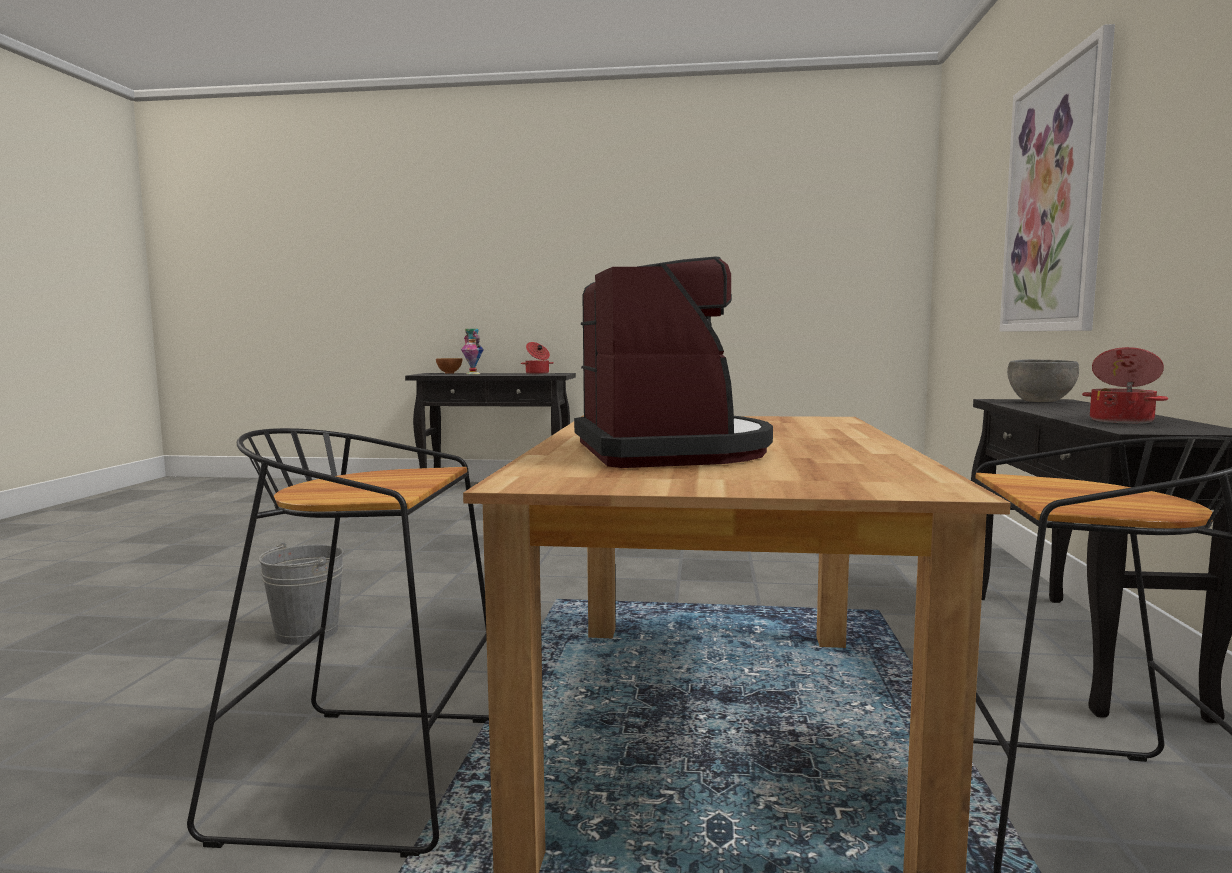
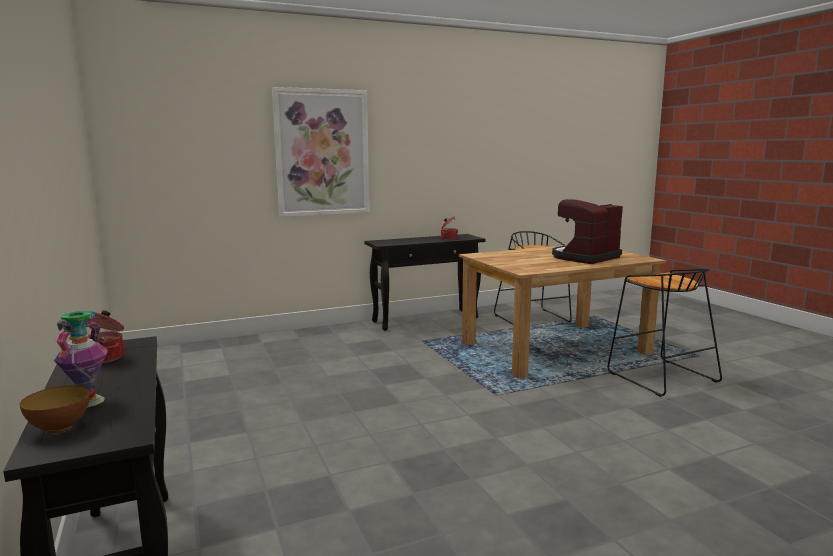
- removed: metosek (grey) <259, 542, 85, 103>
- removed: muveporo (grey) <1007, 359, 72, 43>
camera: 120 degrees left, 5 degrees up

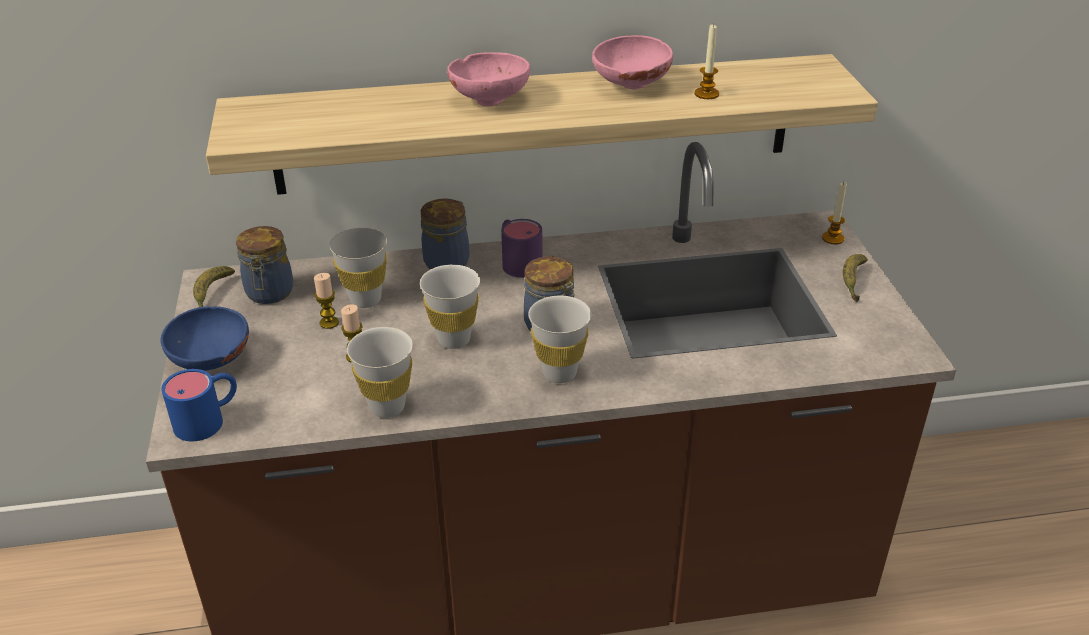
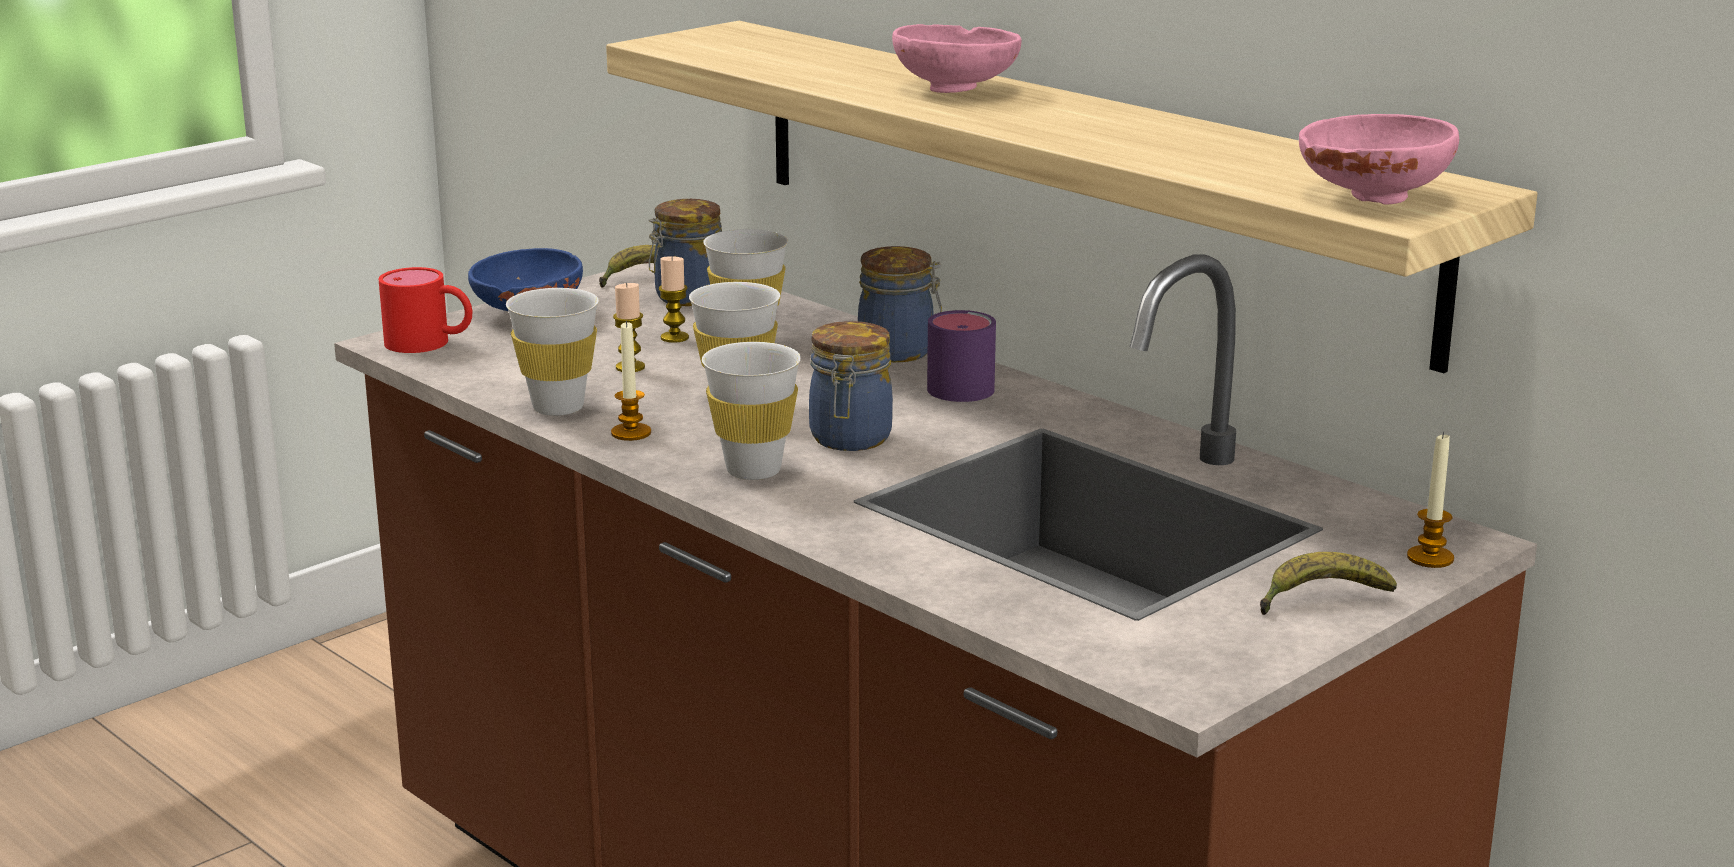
- recoloured: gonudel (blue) <161, 369, 76, 72> to gonudel (red) <379, 267, 93, 86>
- moved: muveporo (pink) <592, 35, 81, 55> to <1299, 114, 160, 91>
- moved: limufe <695, 23, 24, 76> to <611, 320, 40, 121>
camera: 55 degrees right, 15 degrees down

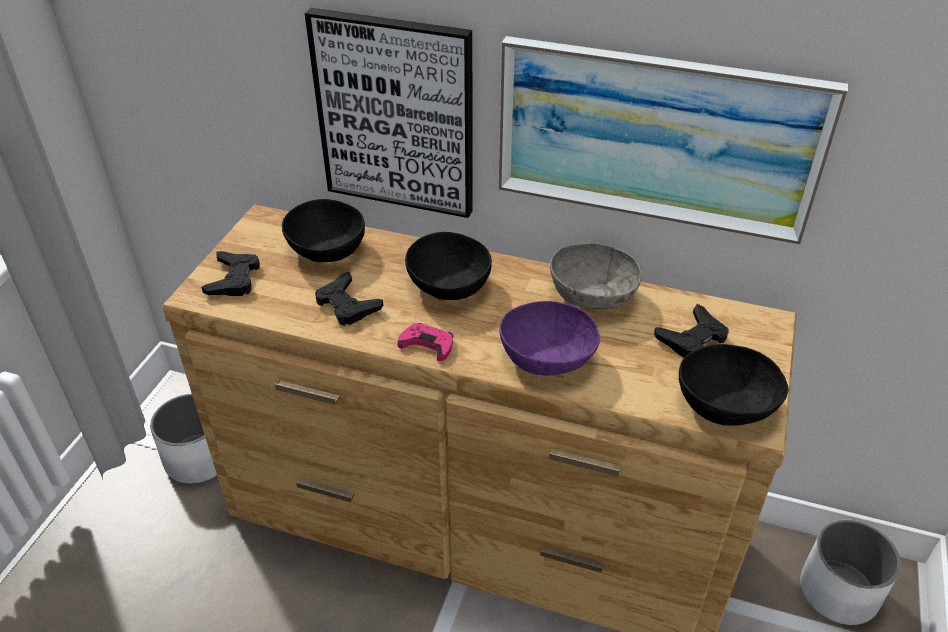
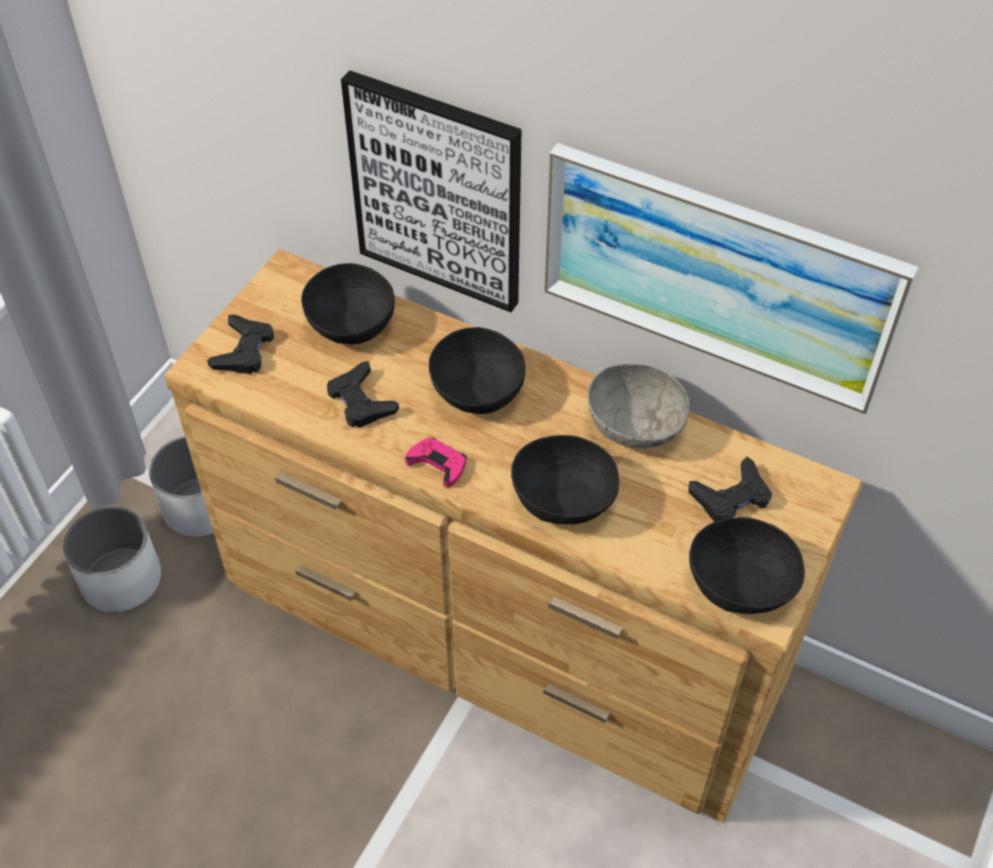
- recoloured: muveporo (purple) <499, 301, 101, 74> to muveporo (black) <511, 435, 108, 89>
- moved: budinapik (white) <800, 519, 101, 106> to <63, 506, 98, 107>
camera: 10 degrees right, 10 degrees up

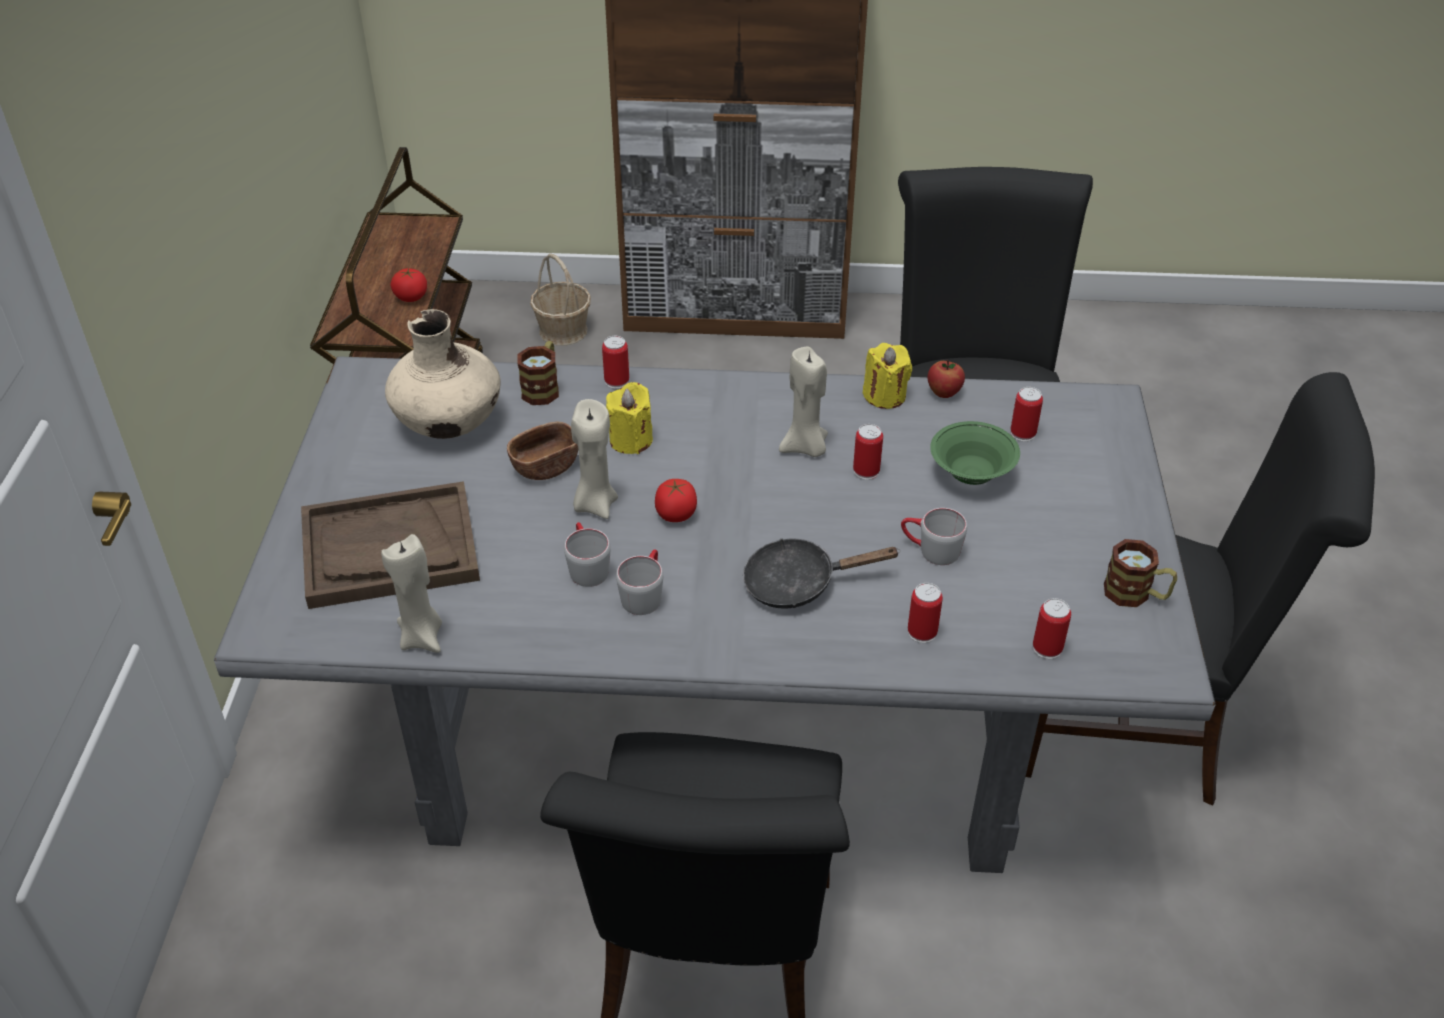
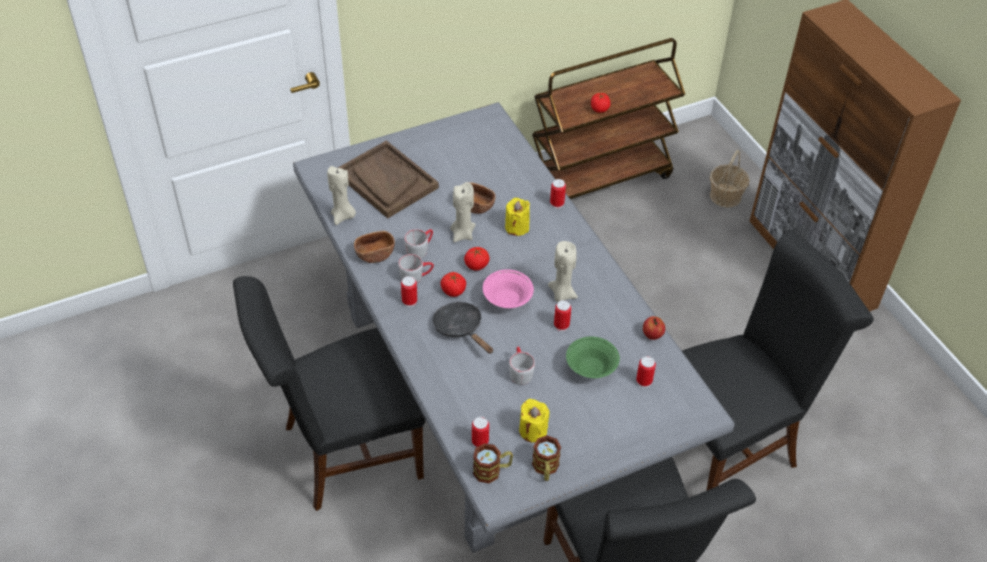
- removed: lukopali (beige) <385, 309, 116, 130>
- moved: gonudel <517, 341, 42, 64> to <473, 443, 40, 40>
- moved: limufe (yellow) <862, 343, 50, 66> to <519, 399, 30, 43>
- moved: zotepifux <908, 583, 35, 60> to <401, 276, 16, 31>
- added: muveporo (brown) <354, 231, 41, 32>
- added: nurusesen <441, 272, 25, 25>
- added: muveporo (pink) <483, 269, 51, 39>
camera: 60 degrees right, 5 degrees up

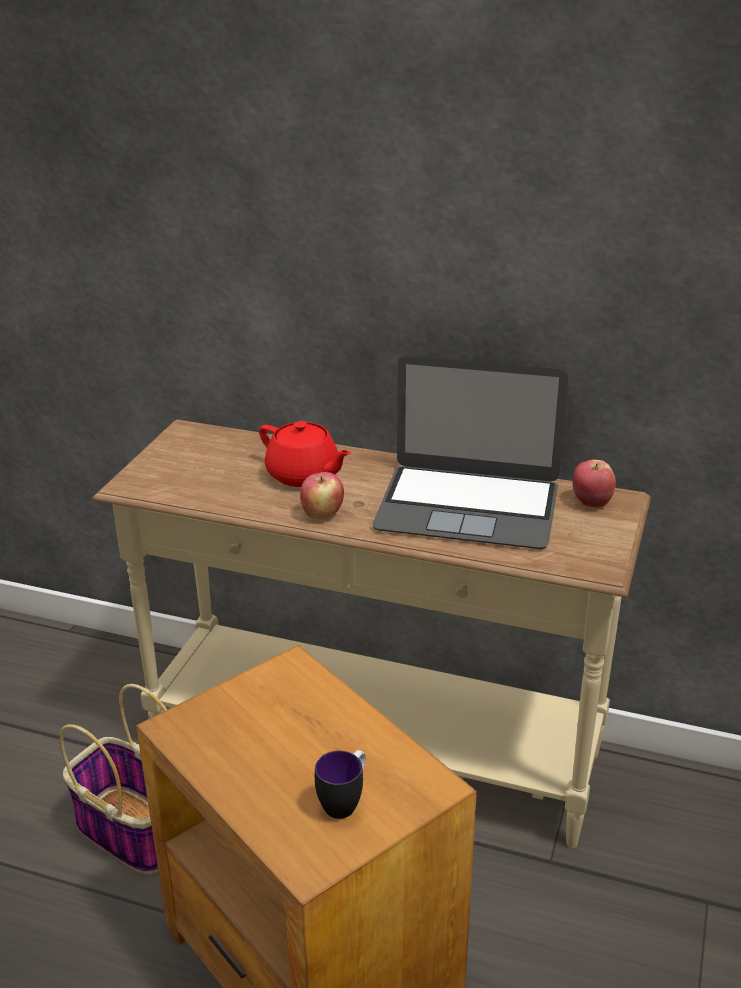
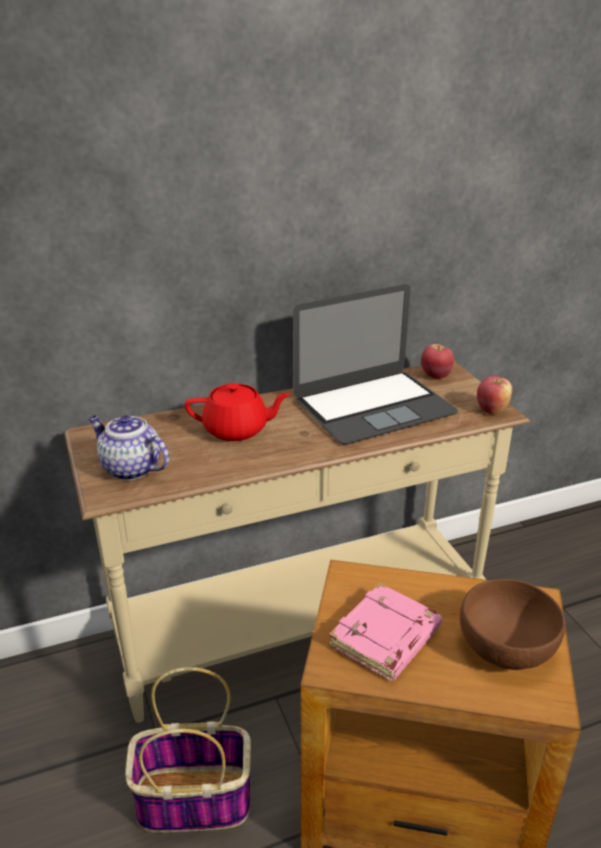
- moved: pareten <300, 472, 44, 47> to <477, 376, 35, 39>
- replaced: gonudel <315, 750, 51, 69> to muveporo (brown) <460, 579, 106, 91>
- added: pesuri <88, 415, 81, 66>
- added: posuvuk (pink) <329, 583, 113, 98>
camera: 40 degrees left, 0 degrees up

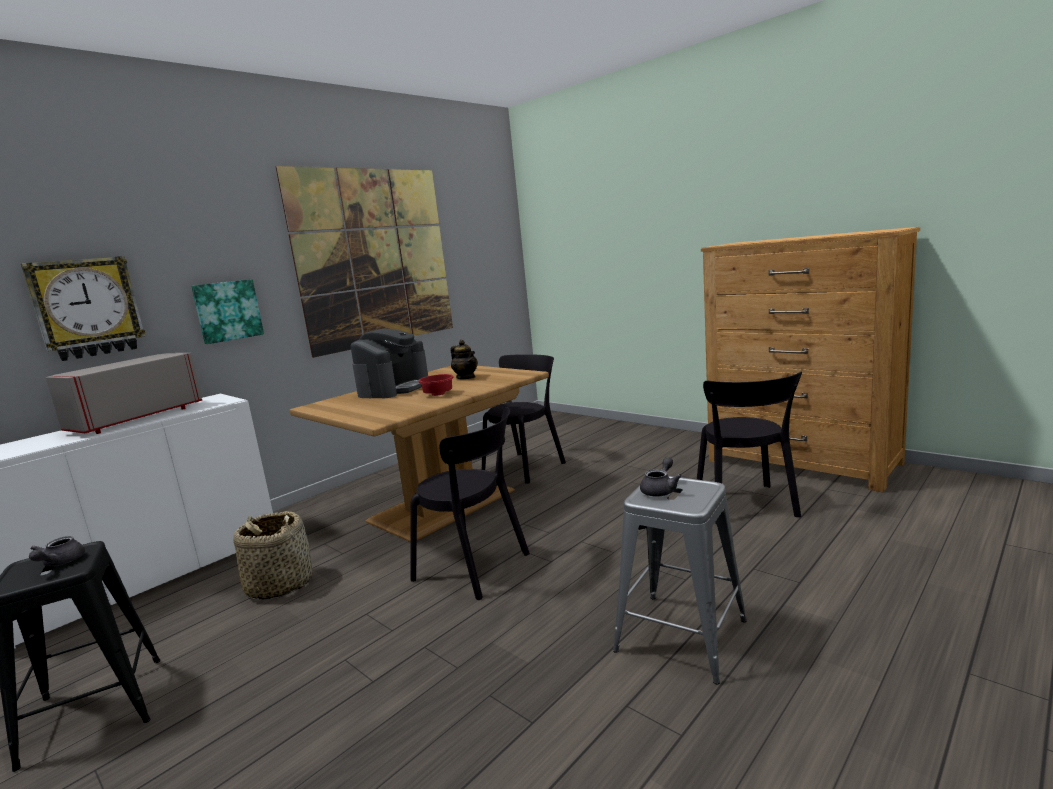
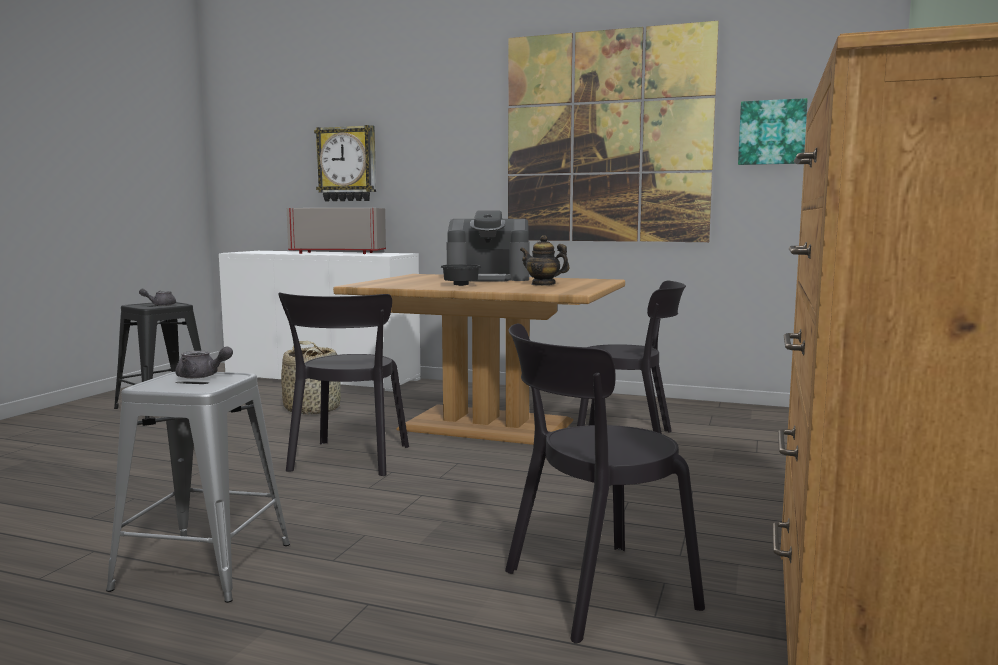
- moved: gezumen <191, 279, 73, 65> to <738, 98, 70, 67>
- recoloured: muveporo (red) <419, 374, 35, 22> to muveporo (black) <441, 264, 40, 22>
- turned: pesuri <450, 340, 28, 39> = <520, 235, 50, 51> 90 degrees clockwise
camera: 65 degrees right, 5 degrees down

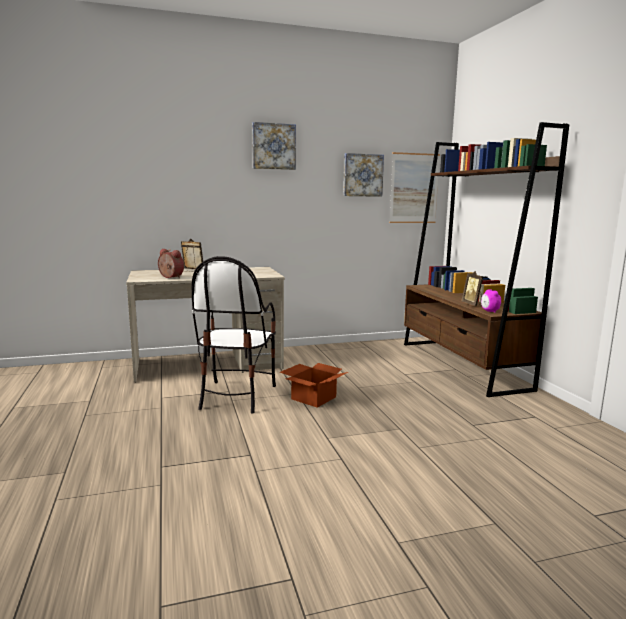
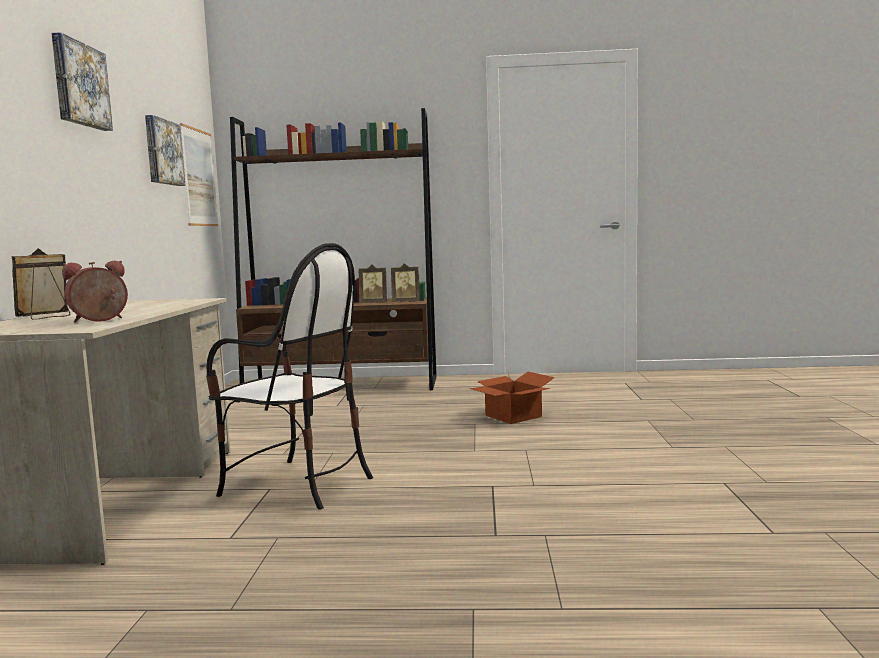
- moved: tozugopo <280, 363, 68, 45> to <469, 372, 86, 52>
- replaced: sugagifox <481, 289, 20, 23> to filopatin <391, 263, 29, 39>
camera: 70 degrees left, 5 degrees down

